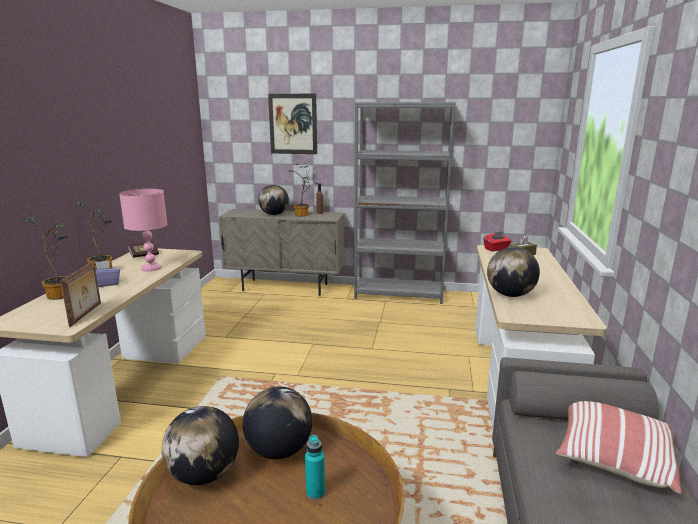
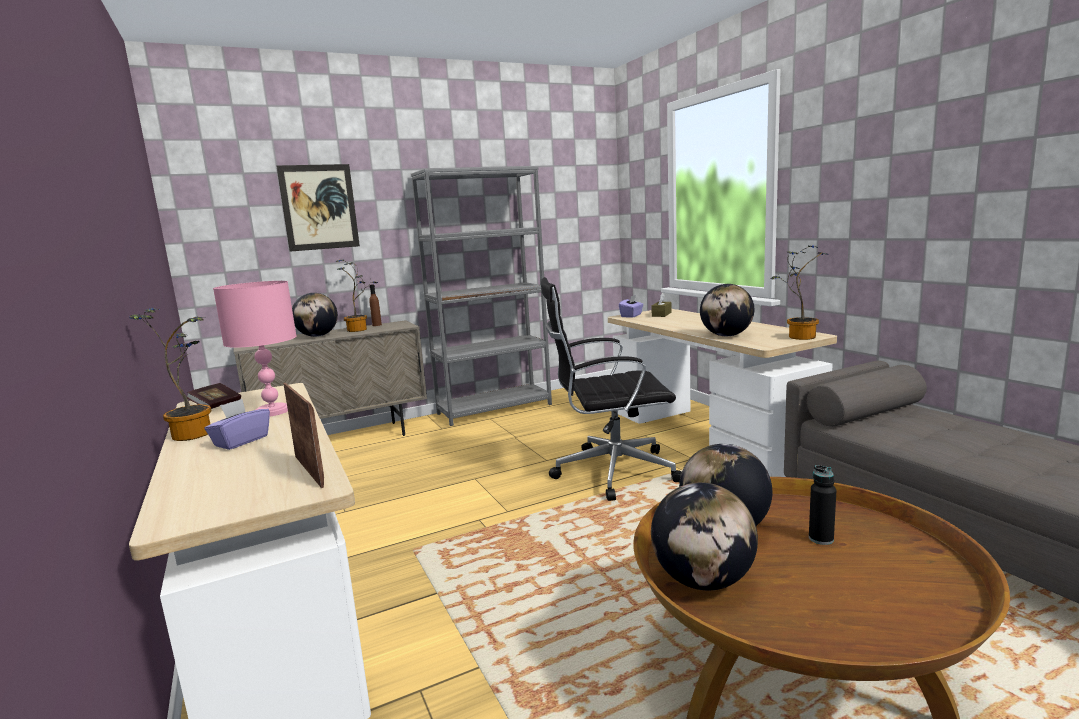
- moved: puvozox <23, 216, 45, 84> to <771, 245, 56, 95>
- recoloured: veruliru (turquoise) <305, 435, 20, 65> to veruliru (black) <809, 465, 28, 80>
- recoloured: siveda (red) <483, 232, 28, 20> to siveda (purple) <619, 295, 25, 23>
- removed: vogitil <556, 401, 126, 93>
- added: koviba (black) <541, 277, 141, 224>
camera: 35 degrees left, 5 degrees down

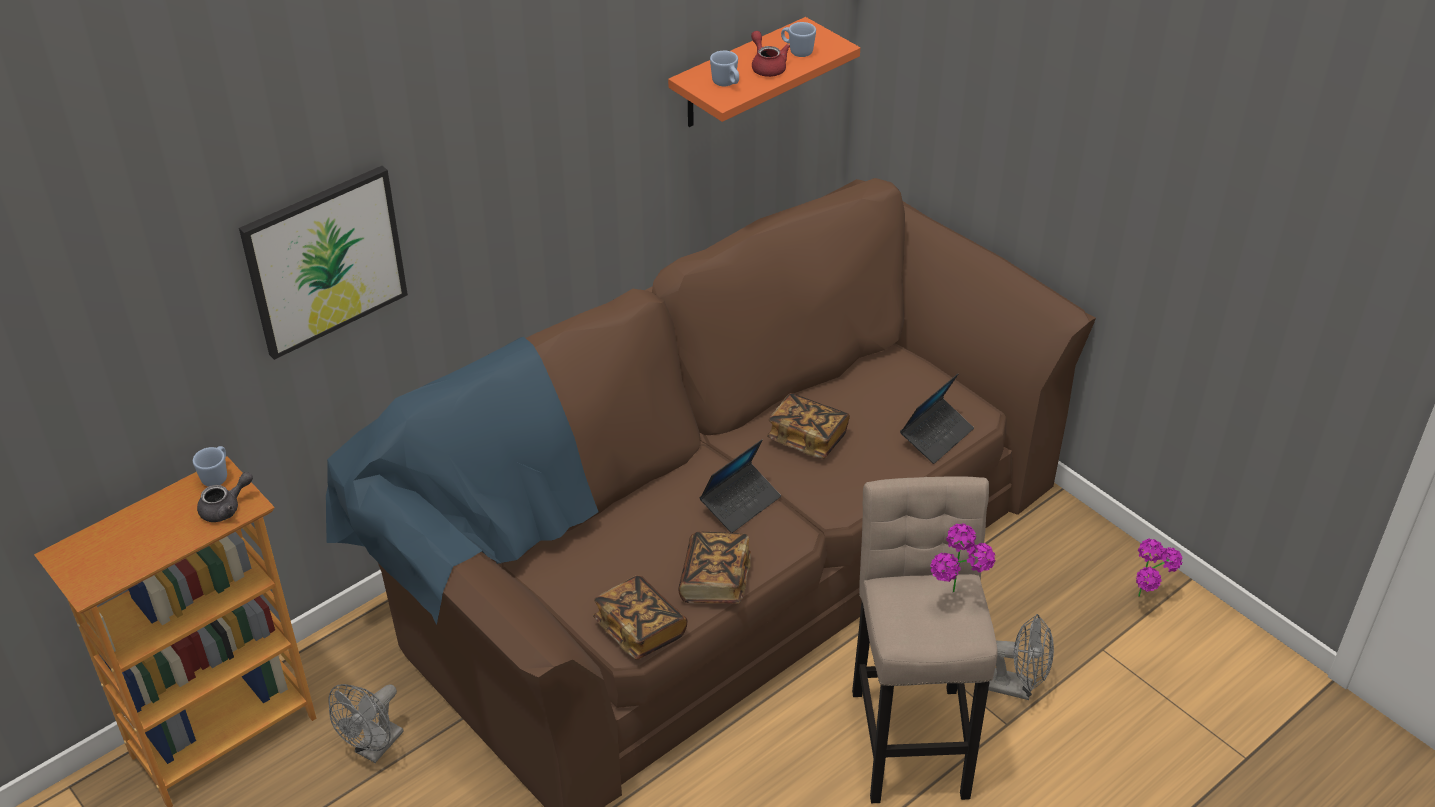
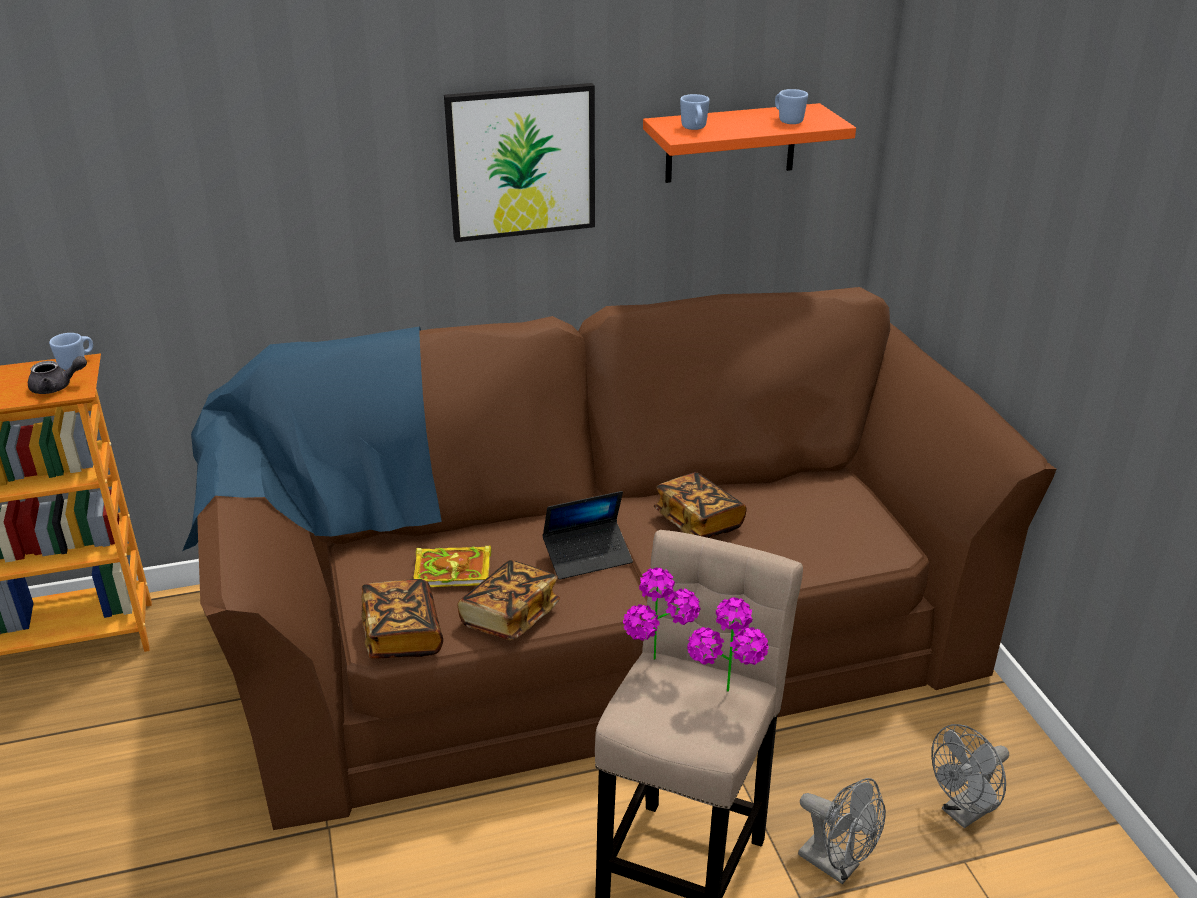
- moved: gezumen <239, 166, 169, 194> to <444, 83, 151, 159>
- moved: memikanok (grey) <328, 684, 75, 79> to <931, 724, 78, 104>
- removed: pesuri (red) <751, 31, 39, 46>
- removed: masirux <900, 374, 74, 90>
- moved: puvozox <1136, 538, 46, 59> to <623, 568, 78, 92>
- added: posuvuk <414, 546, 77, 41>
camera: 25 degrees right, 10 degrees down

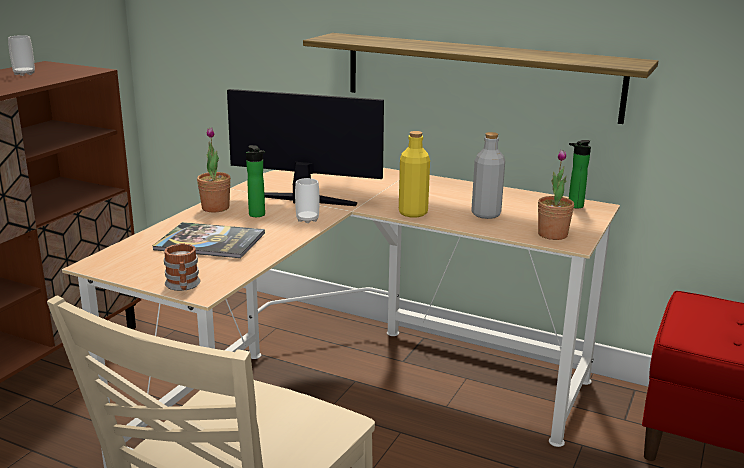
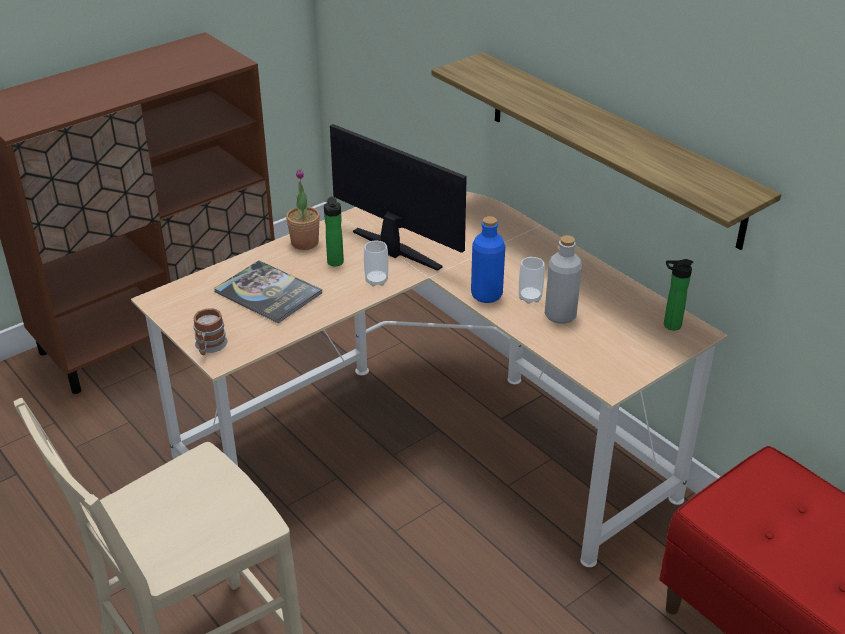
- moved: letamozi <8, 35, 27, 41> to <519, 257, 26, 47>
- recoloured: veruliru (yellow) <399, 131, 31, 86> to veruliru (blue) <471, 216, 34, 87>
- removed: puvozox <538, 150, 36, 90>
camera: 25 degrees right, 15 degrees up

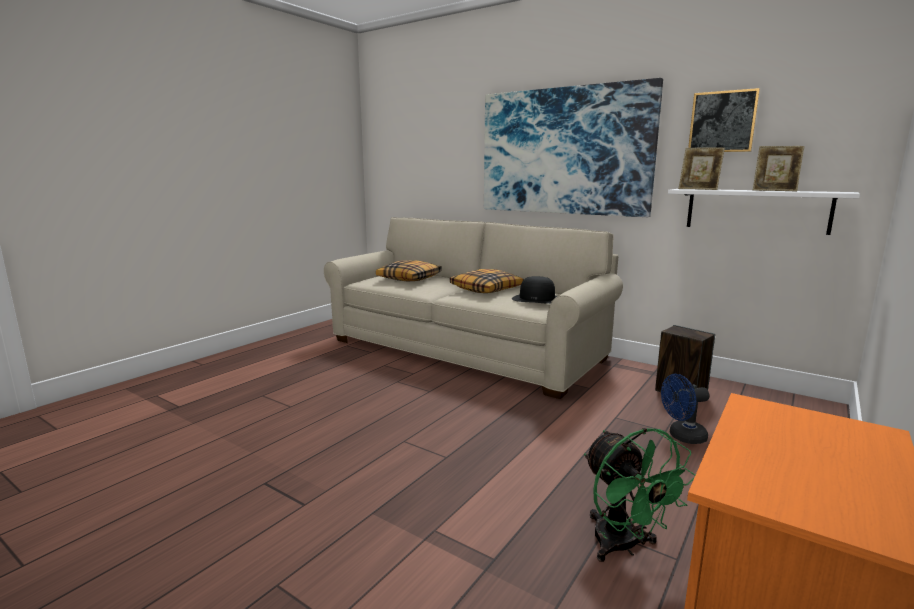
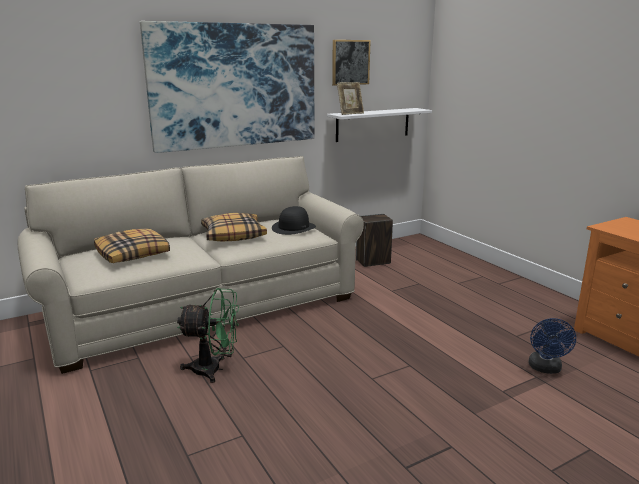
- moved: memikanok (green) <584, 428, 111, 134> to <177, 288, 62, 95>
- moved: memikanok (blue) <661, 374, 48, 70> to <529, 318, 47, 56>
- removed: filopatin <753, 146, 51, 45>
camera: 65 degrees left, 5 degrees up

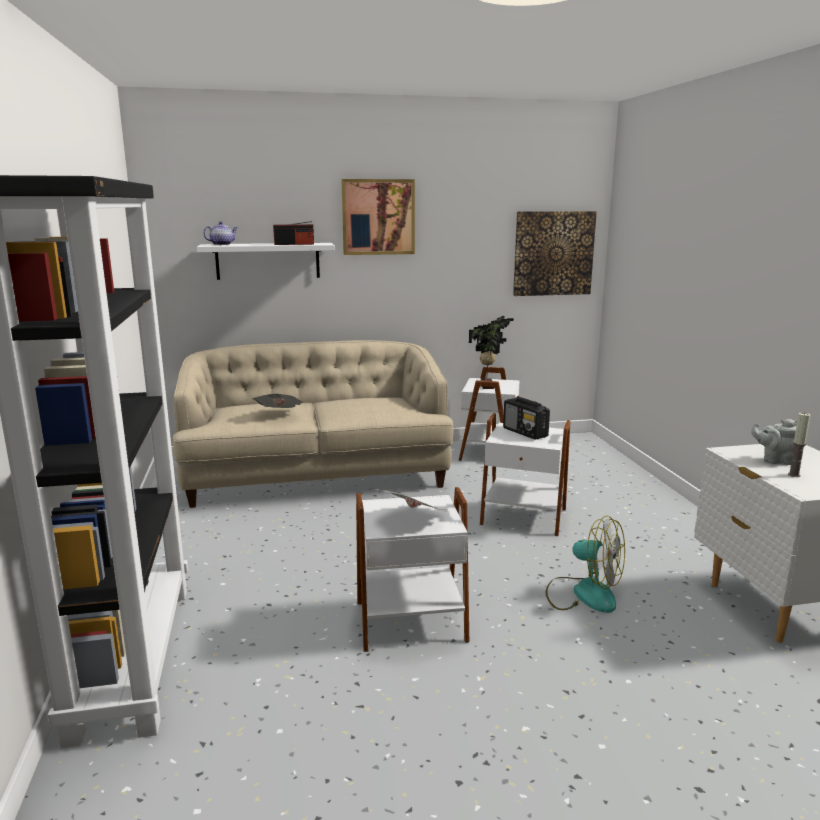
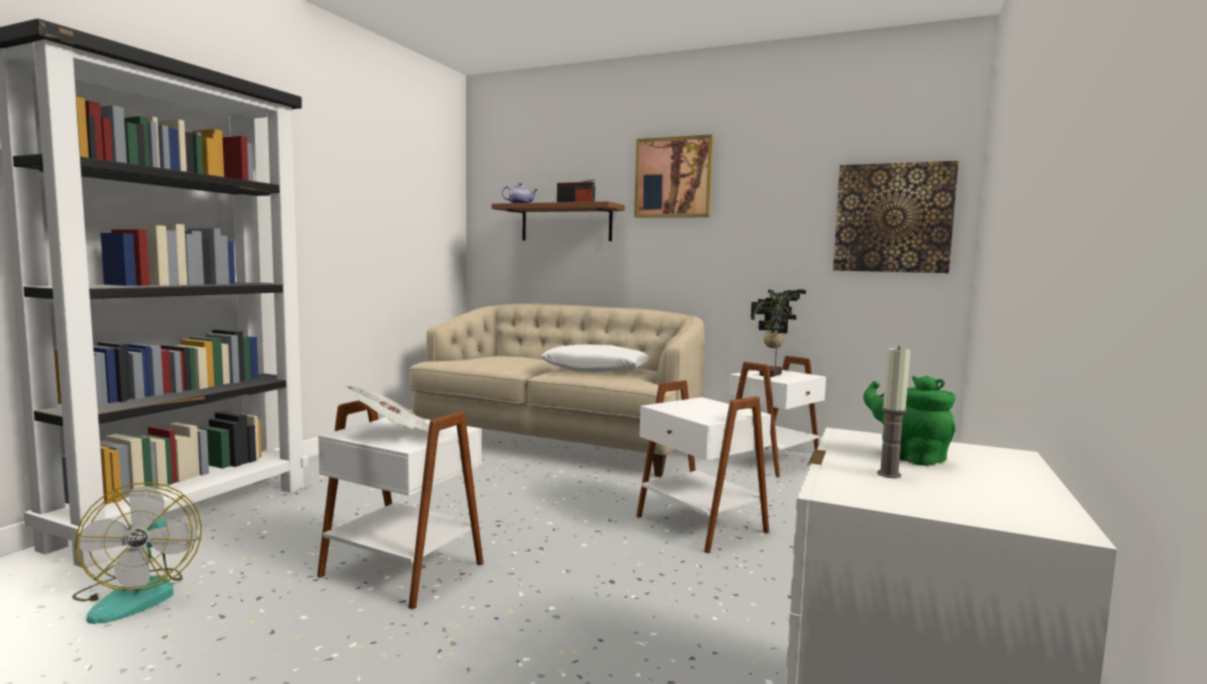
- recoloured: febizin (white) <197, 243, 138, 37> to febizin (brown) <492, 201, 133, 40>
- removed: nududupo <252, 394, 51, 14>
- removed: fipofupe <503, 397, 47, 43>
- moved: memikanok <546, 516, 79, 97> to <72, 482, 130, 142>
- recoloured: pesuri (grey) <751, 419, 46, 46> to pesuri (green) <863, 375, 92, 91>
- added: vogitil (white) <541, 345, 108, 27>
camera: 35 degrees right, 10 degrees down

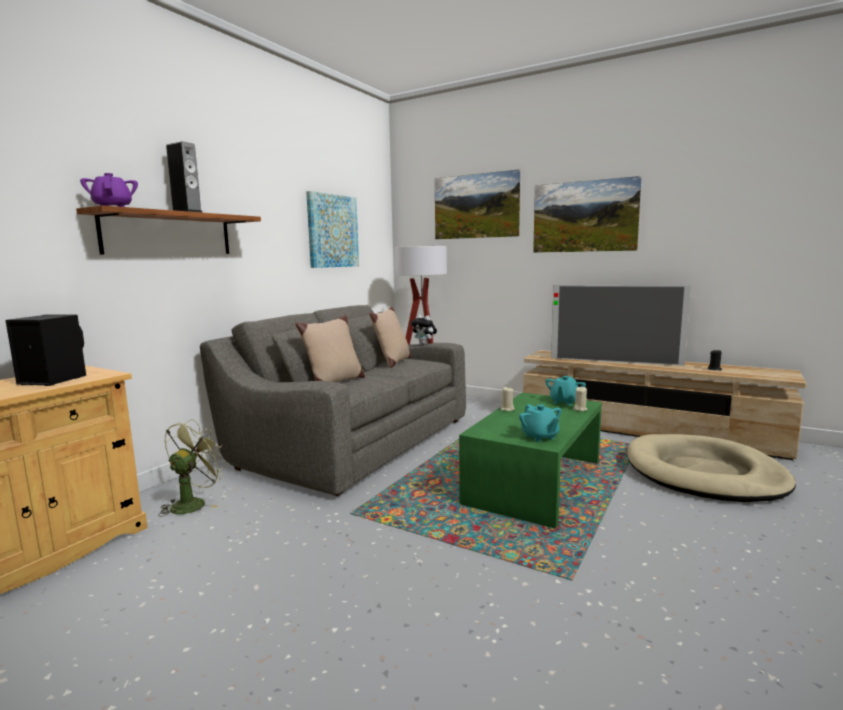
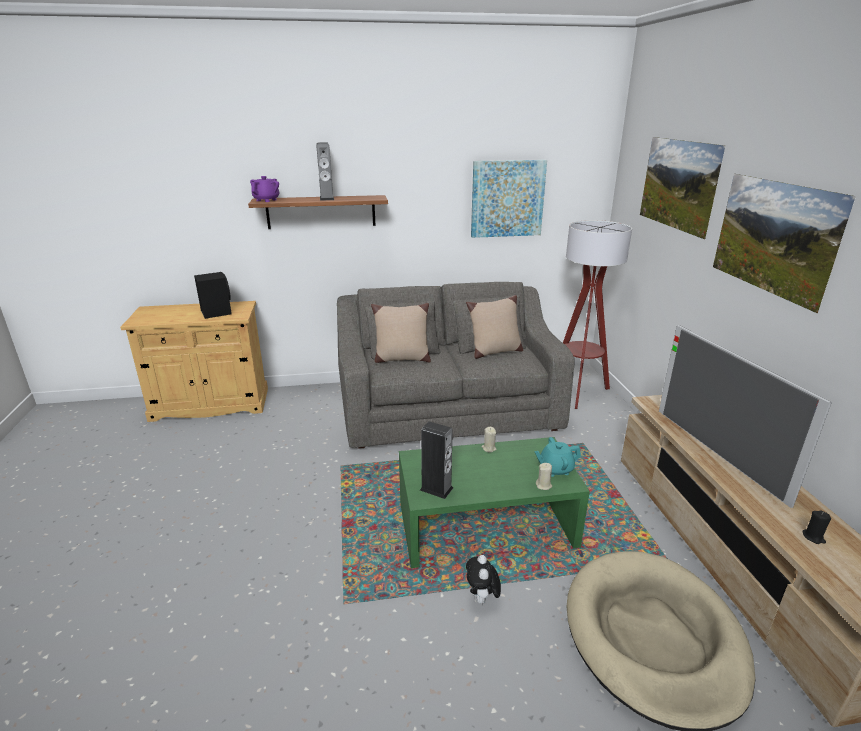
- removed: memikanok (green) <158, 419, 70, 98>
- moved: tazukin <411, 315, 26, 30> to <466, 555, 35, 49>
- replaced: pesuri (turquoise) <519, 404, 43, 38> to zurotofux <420, 421, 33, 78>
camera: 50 degrees right, 15 degrees up

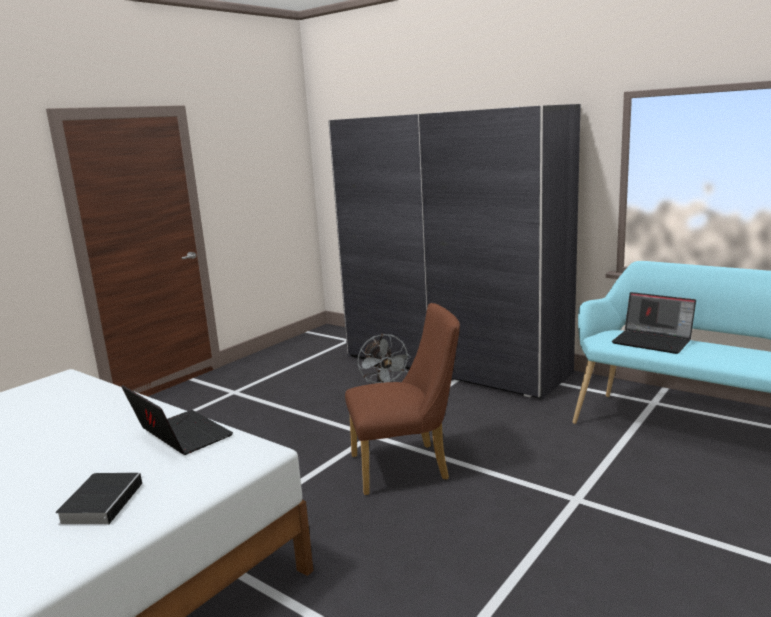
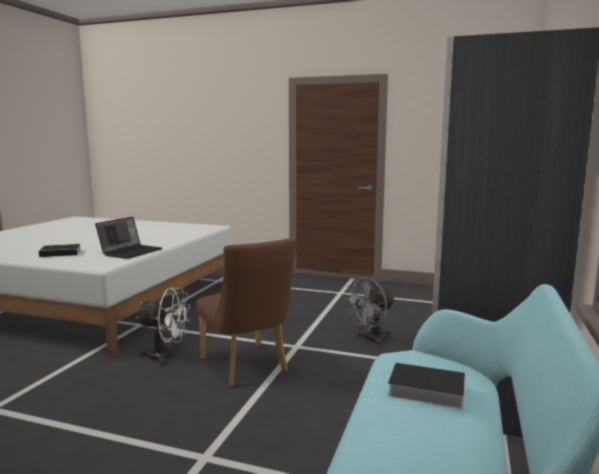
- replaced: masirux <612, 292, 84, 62> to posuvuk <382, 362, 83, 47>
- added: memikanok (white) <136, 288, 54, 77>
camera: 70 degrees right, 5 degrees down

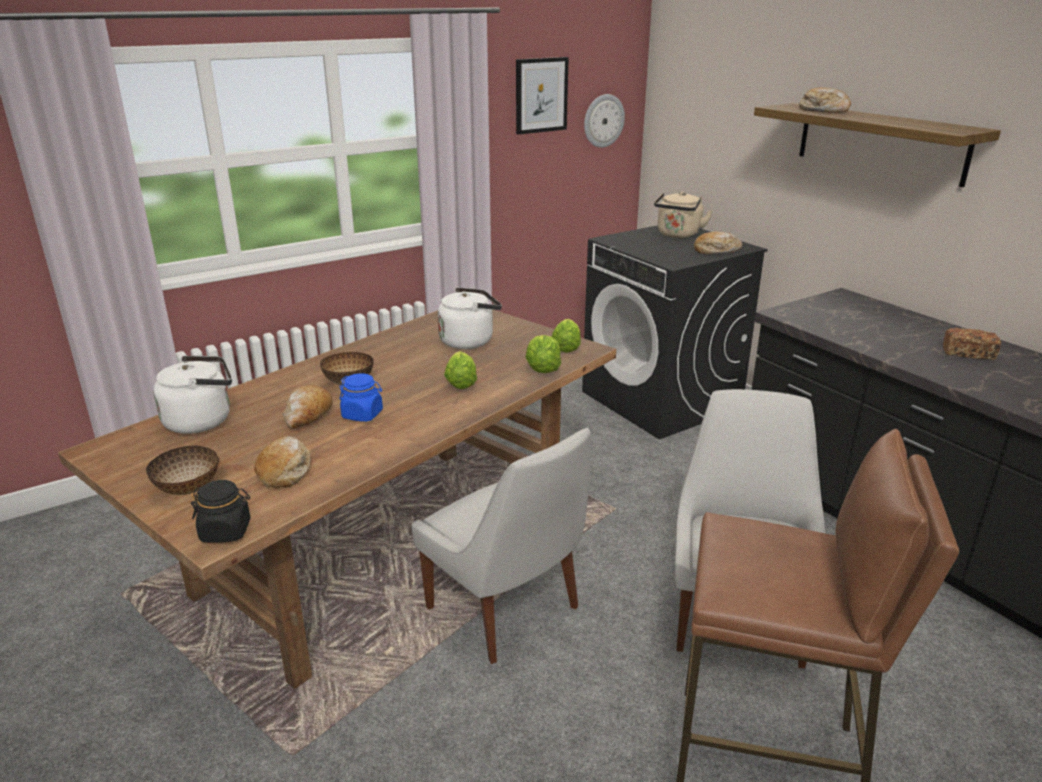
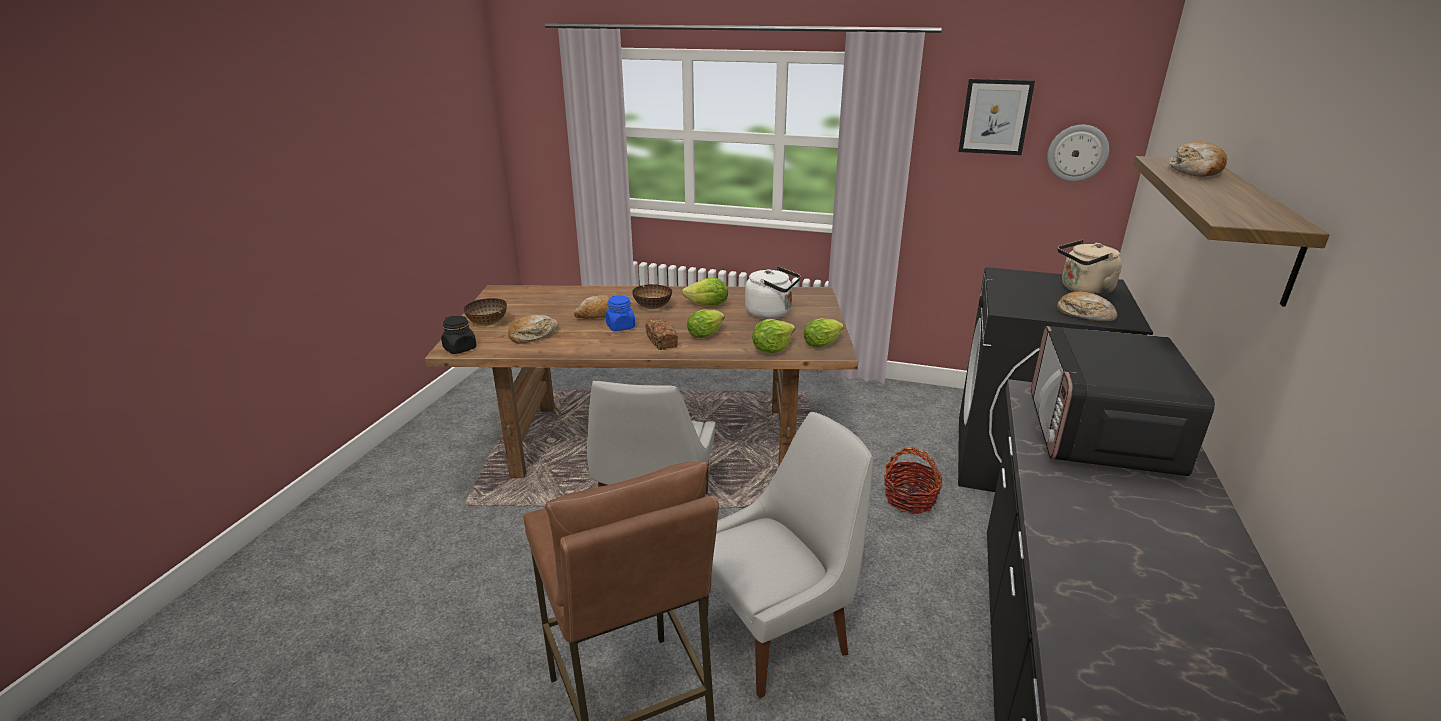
- removed: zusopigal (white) <153, 356, 79, 78>
- moved: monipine <943, 328, 58, 32> to <645, 317, 33, 33>
- added: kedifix <682, 278, 46, 28>
- added: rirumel <884, 447, 58, 67>
- added: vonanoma <1031, 326, 184, 150>
camera: 50 degrees right, 0 degrees up

